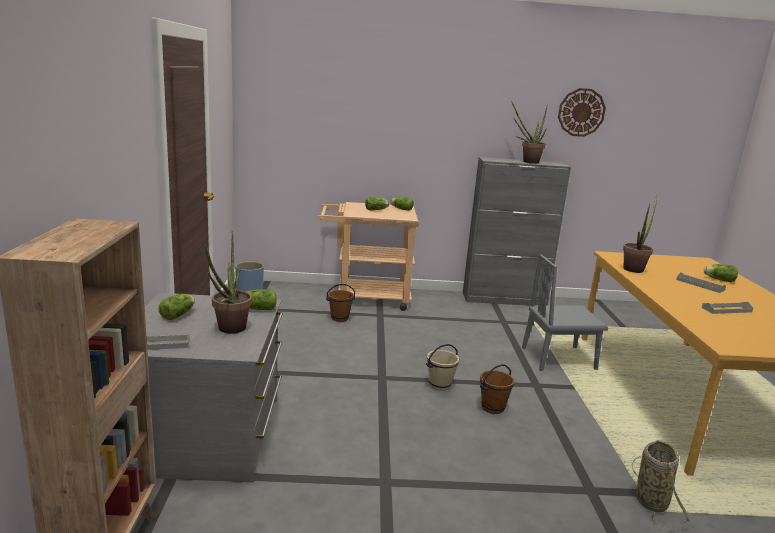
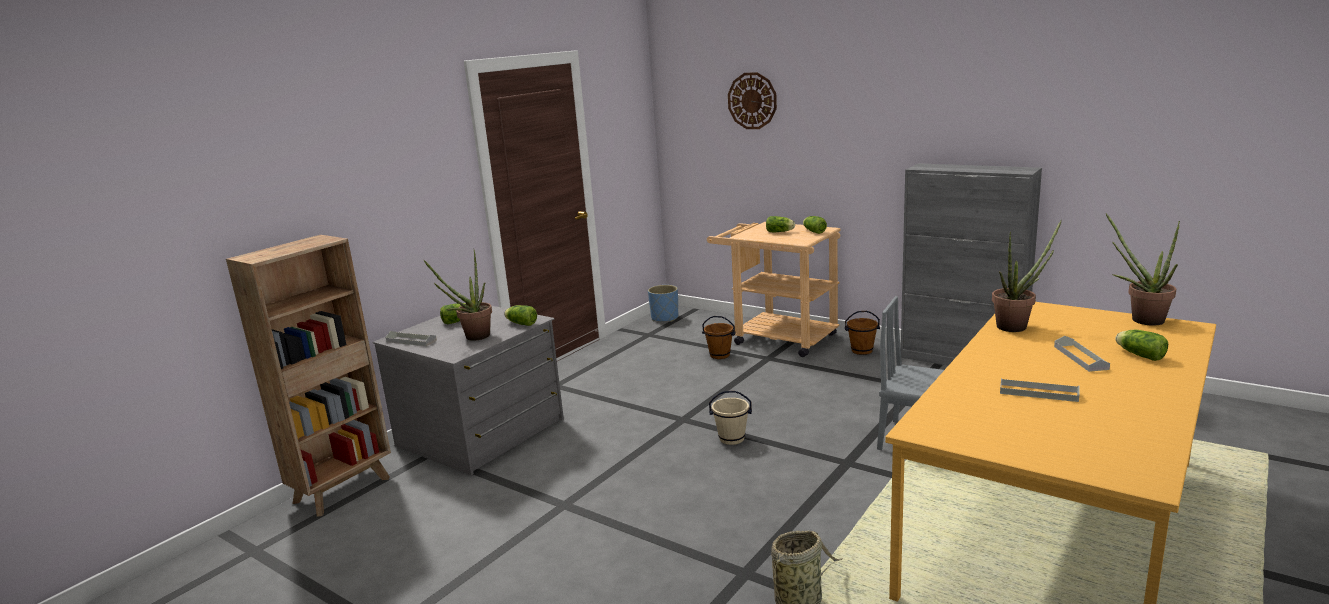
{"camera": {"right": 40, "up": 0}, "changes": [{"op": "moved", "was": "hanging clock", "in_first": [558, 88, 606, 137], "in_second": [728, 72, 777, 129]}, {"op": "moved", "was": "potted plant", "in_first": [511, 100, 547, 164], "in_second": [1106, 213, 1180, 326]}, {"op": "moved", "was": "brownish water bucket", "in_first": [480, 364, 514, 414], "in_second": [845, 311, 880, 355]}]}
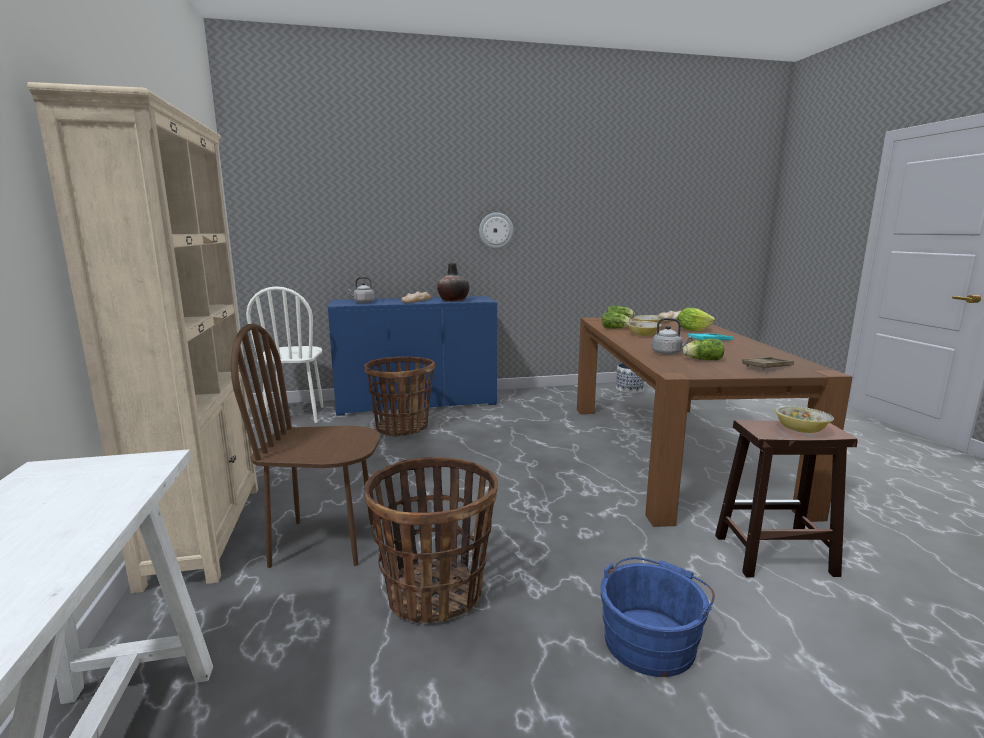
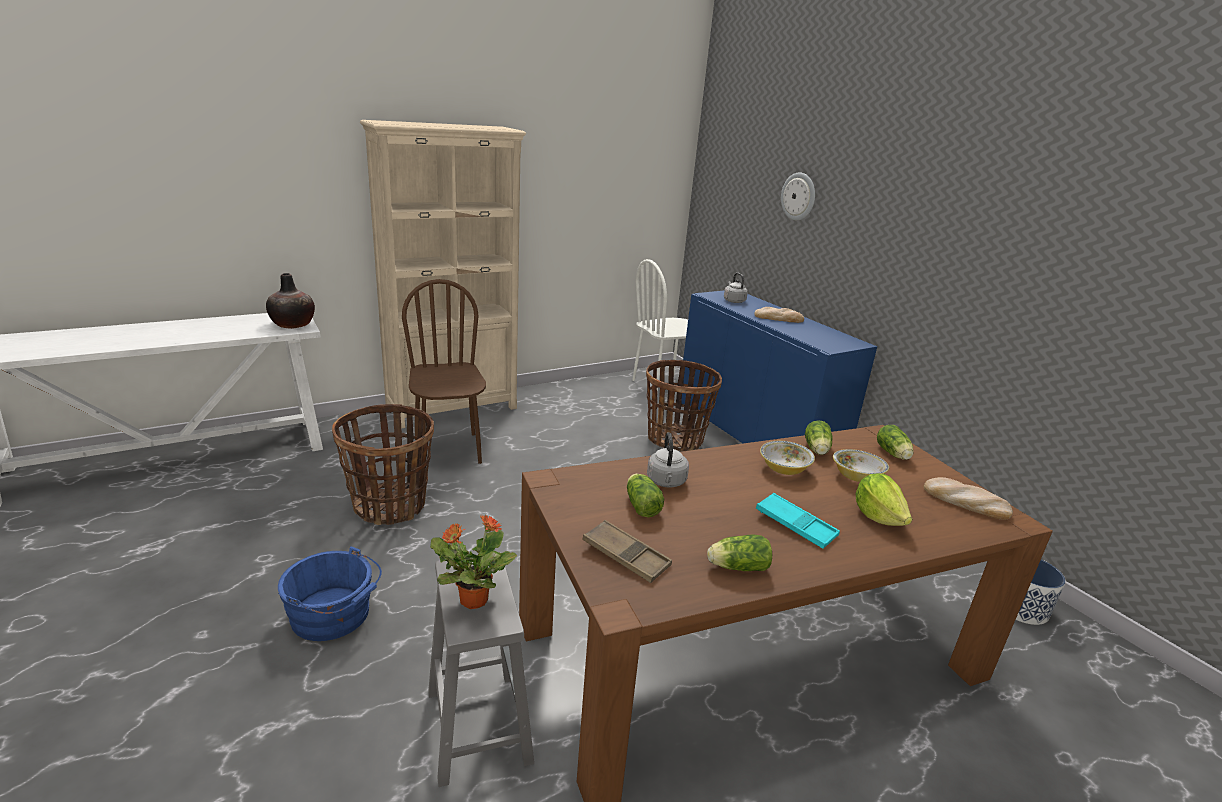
{"camera": {"right": 70, "up": 10}, "changes": [{"op": "moved", "was": "hanging clock", "in_first": [479, 212, 513, 249], "in_second": [781, 172, 815, 221]}, {"op": "moved", "was": "vase", "in_first": [437, 263, 469, 301], "in_second": [266, 273, 315, 329]}, {"op": "replaced", "was": "deep dish", "now": "potted plant", "in_first": [774, 406, 834, 433], "in_second": [430, 515, 517, 609]}, {"op": "recoloured", "was": "brownish sitting stool", "now": "grey sitting stool", "in_first": [715, 420, 858, 577], "in_second": [428, 552, 534, 787]}, {"op": "added", "now": "lettuce head", "in_second": [707, 534, 772, 571]}]}
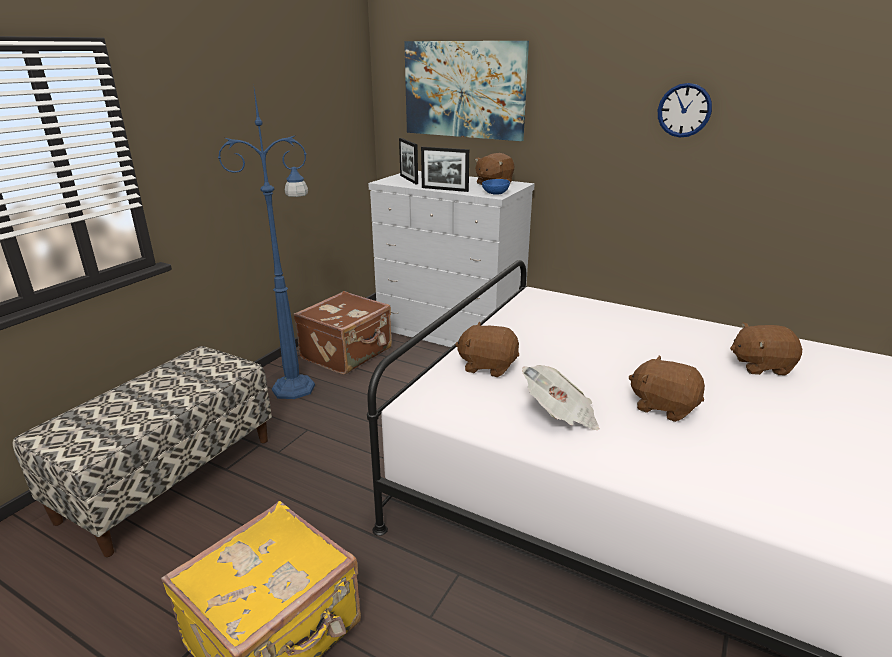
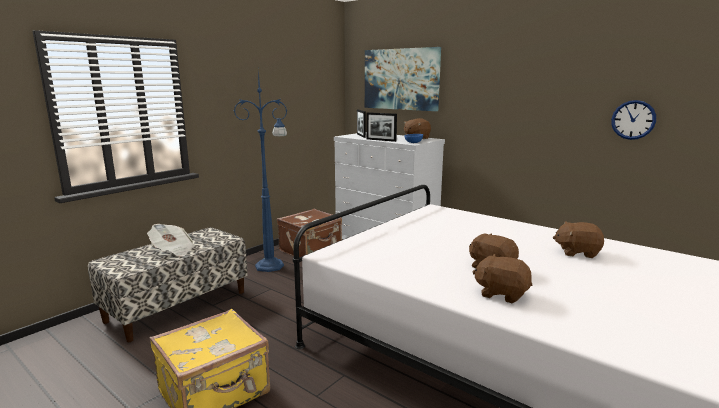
{"camera": {"right": 10, "up": -10}, "changes": [{"op": "moved", "was": "hanging clock", "in_first": [658, 83, 712, 138], "in_second": [611, 100, 656, 140]}, {"op": "moved", "was": "brownish plush toy", "in_first": [455, 322, 519, 377], "in_second": [473, 254, 532, 303]}, {"op": "moved", "was": "newspaper", "in_first": [522, 365, 599, 430], "in_second": [147, 224, 195, 257]}]}
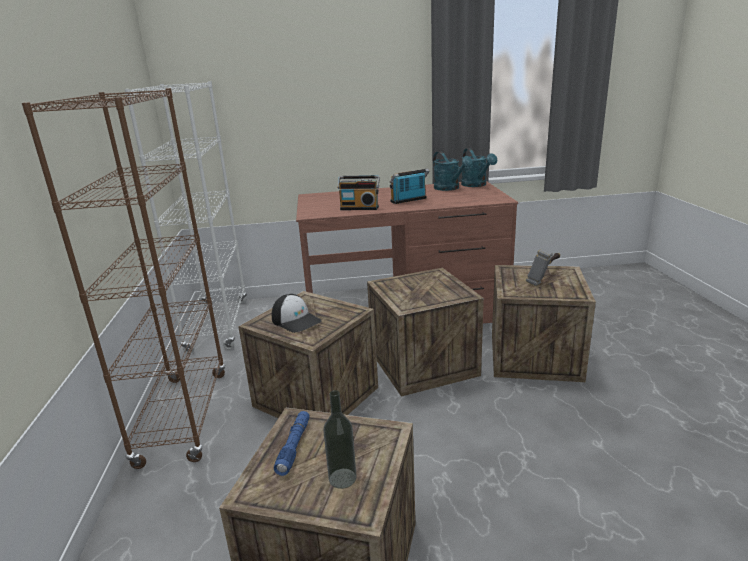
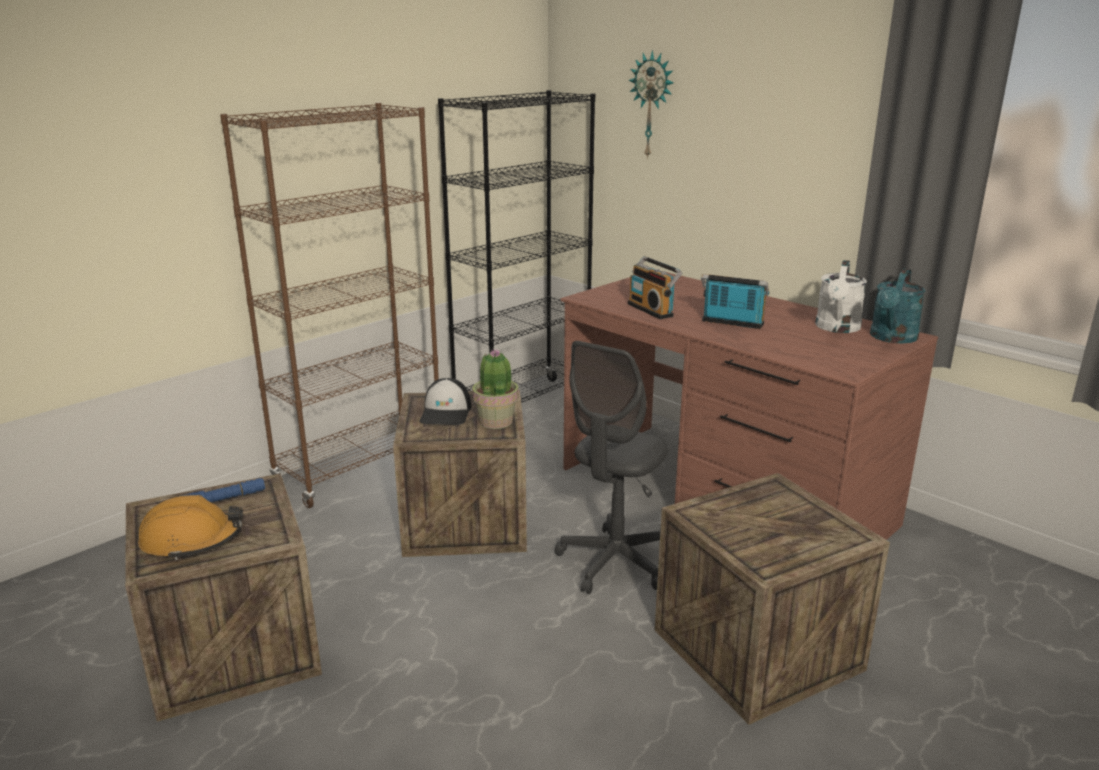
{"camera": {"right": 50, "up": 0}, "changes": [{"op": "recoloured", "was": "white-coloured shelving unit", "now": "black-coloured shelving unit", "in_first": [125, 81, 247, 353], "in_second": [438, 90, 595, 403]}, {"op": "recoloured", "was": "blue-green watering pot", "now": "white-coloured watering pot", "in_first": [433, 151, 473, 191], "in_second": [815, 260, 867, 333]}, {"op": "removed", "was": "tool hammer", "in_first": [526, 249, 560, 286]}, {"op": "replaced", "was": "packing crate", "now": "grey office chair", "in_first": [367, 268, 484, 397], "in_second": [555, 341, 668, 594]}, {"op": "replaced", "was": "drink bottle", "now": "orange-coloured hard hat", "in_first": [323, 390, 357, 489], "in_second": [138, 495, 243, 560]}, {"op": "added", "now": "hanging clock", "in_second": [628, 50, 674, 159]}, {"op": "added", "now": "potted plant", "in_second": [472, 349, 519, 429]}]}
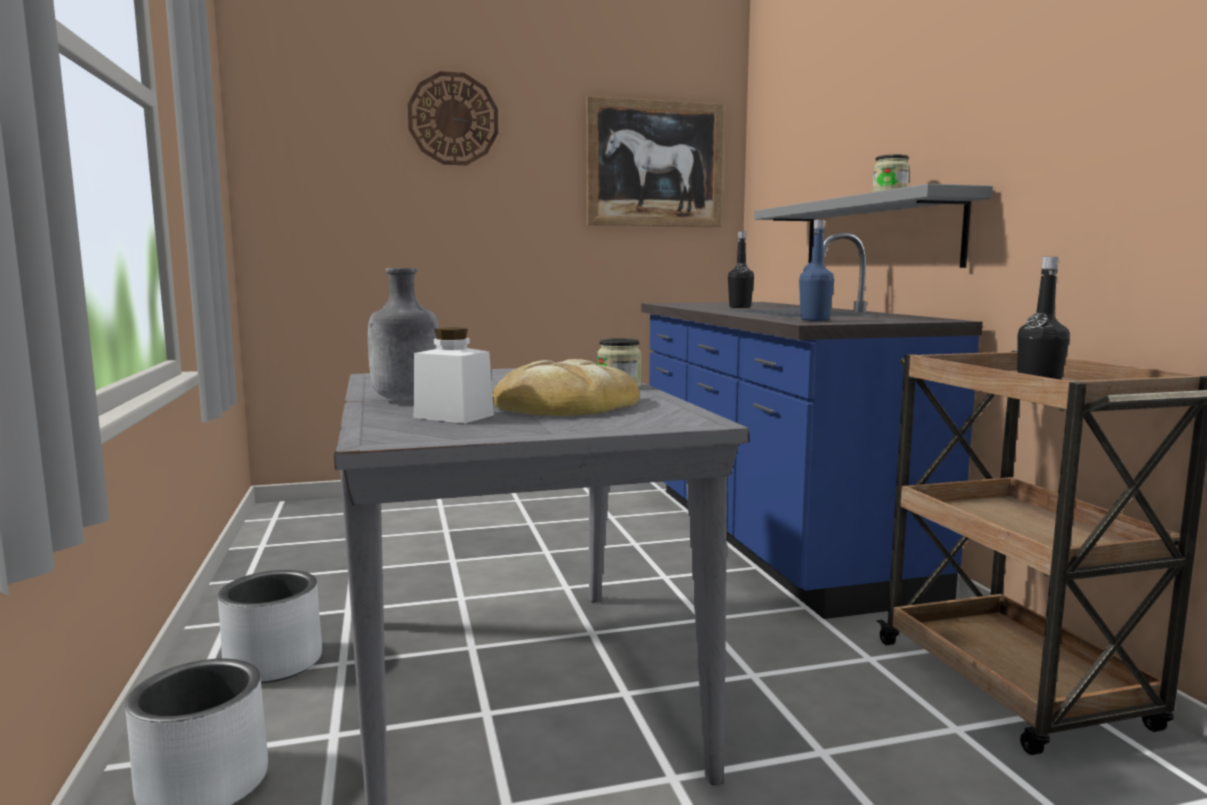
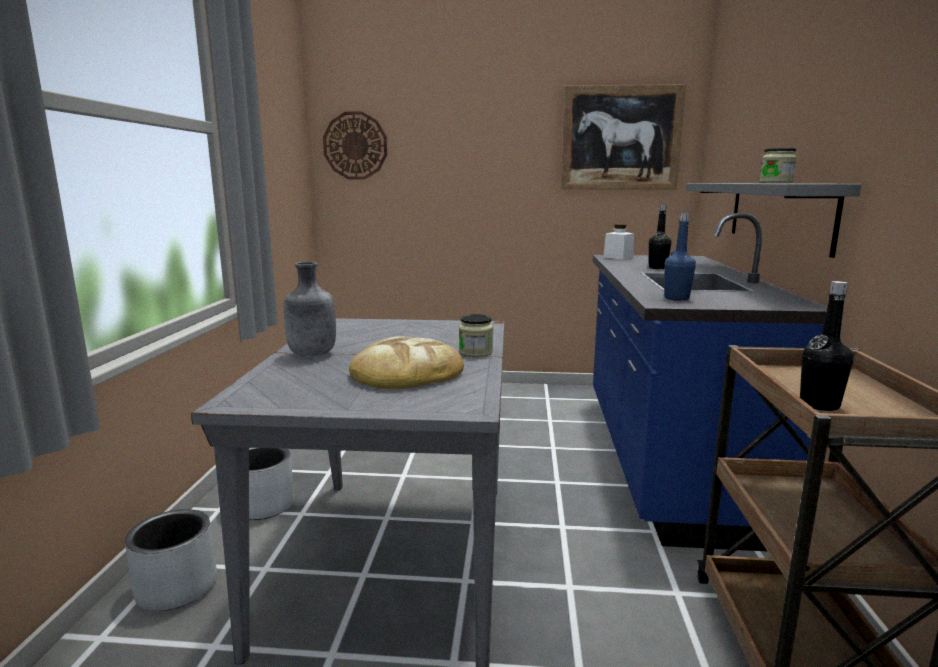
{"camera": {"right": 20, "up": 5}, "changes": [{"op": "moved", "was": "hanging clock", "in_first": [408, 71, 498, 165], "in_second": [323, 111, 387, 179]}, {"op": "moved", "was": "white-coloured storage jar", "in_first": [413, 328, 494, 424], "in_second": [603, 224, 634, 260]}]}
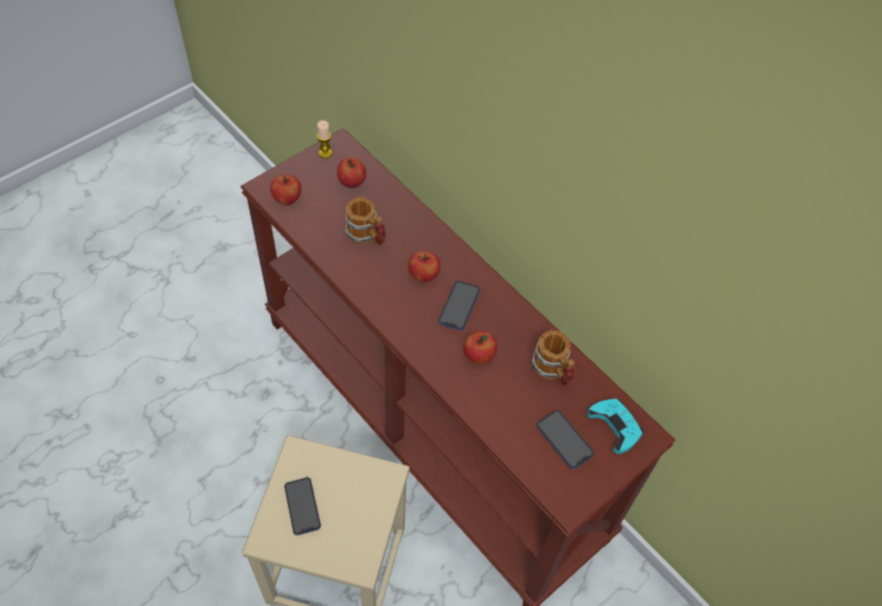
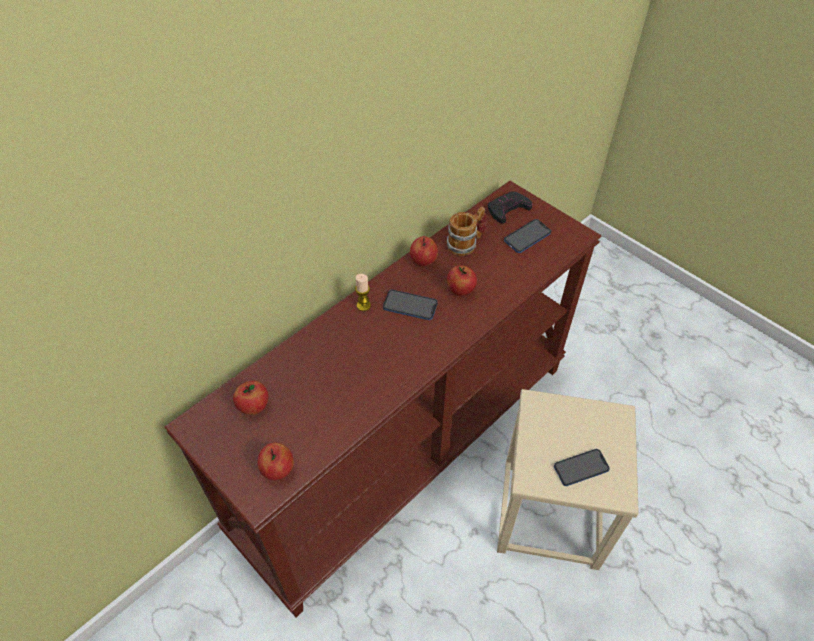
{"camera": {"right": -90, "up": -5}, "changes": [{"op": "moved", "was": "candle", "in_first": [317, 120, 332, 158], "in_second": [355, 274, 371, 311]}, {"op": "removed", "was": "mug", "in_first": [345, 197, 386, 246]}, {"op": "moved", "was": "whole apple", "in_first": [408, 251, 441, 283], "in_second": [410, 236, 438, 266]}, {"op": "recoloured", "was": "blue-green gamepad", "now": "black-coloured gamepad", "in_first": [587, 399, 644, 454], "in_second": [488, 191, 533, 223]}]}
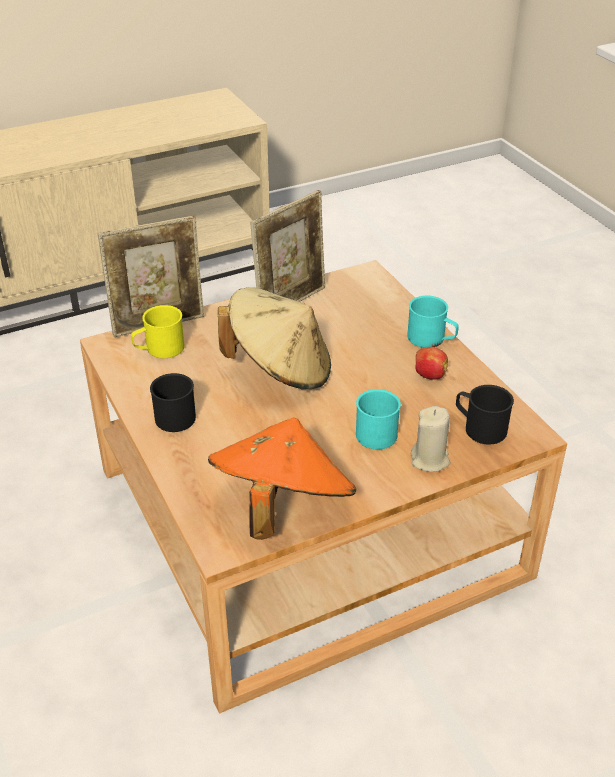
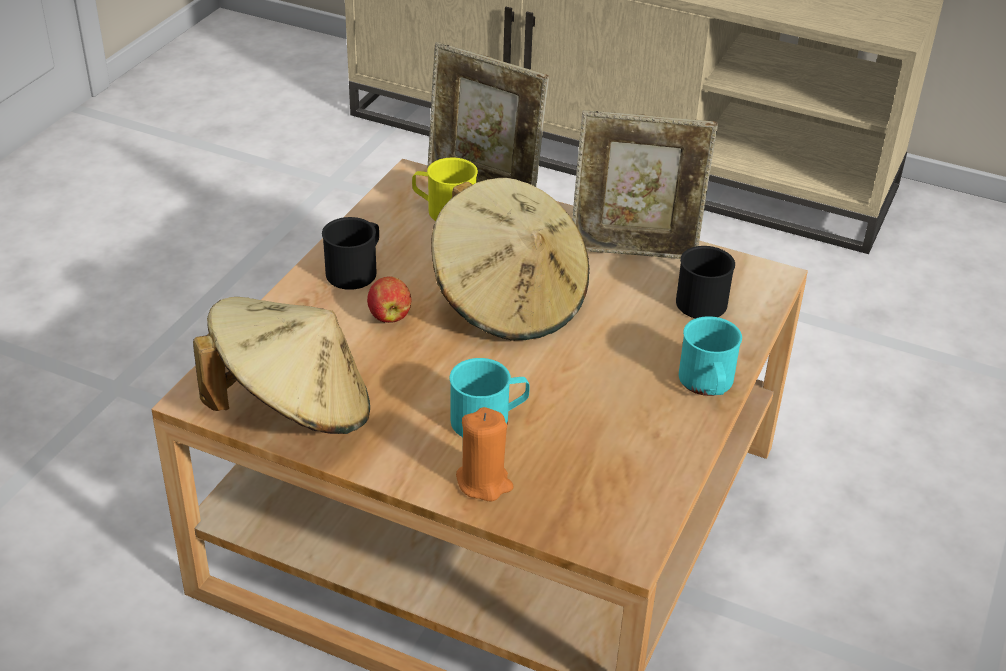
{"camera": {"right": 50, "up": 0}, "changes": [{"op": "moved", "was": "whole apple", "in_first": [415, 347, 448, 380], "in_second": [367, 276, 411, 323]}, {"op": "moved", "was": "black-coloured mug", "in_first": [456, 385, 514, 444], "in_second": [676, 246, 735, 319]}, {"op": "recoloured", "was": "beige candle", "now": "orange-coloured candle", "in_first": [411, 406, 450, 472], "in_second": [456, 407, 513, 502]}, {"op": "recoloured", "was": "orange-coloured clothing hat", "now": "beige clothing hat", "in_first": [208, 417, 356, 540], "in_second": [193, 297, 370, 434]}]}
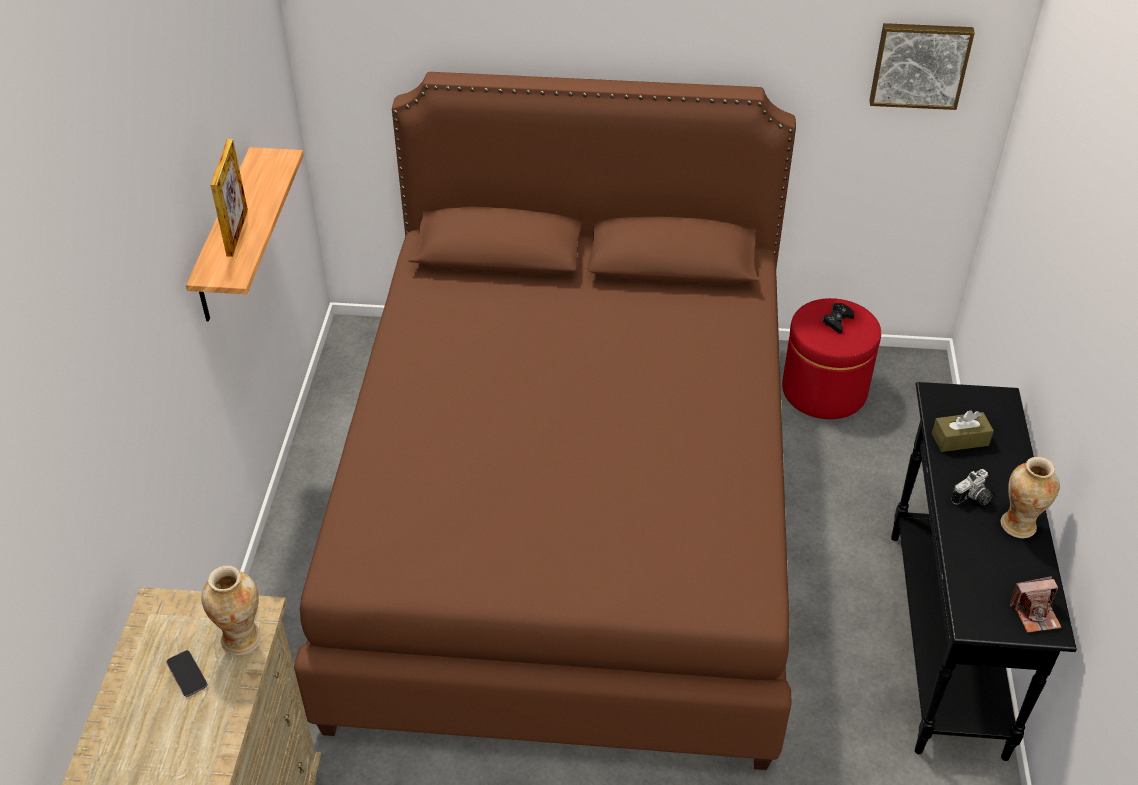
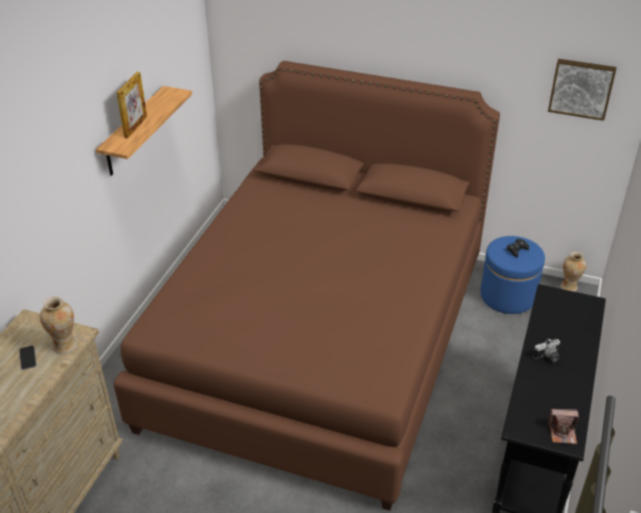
{"camera": {"right": 15, "up": -5}, "changes": [{"op": "recoloured", "was": "red-coloured footrest", "now": "blue footrest", "in_first": [782, 298, 881, 419], "in_second": [480, 236, 545, 314]}, {"op": "removed", "was": "brownish box of tissues", "in_first": [932, 410, 994, 452]}, {"op": "moved", "was": "vase", "in_first": [1001, 457, 1060, 538], "in_second": [561, 252, 586, 292]}]}
